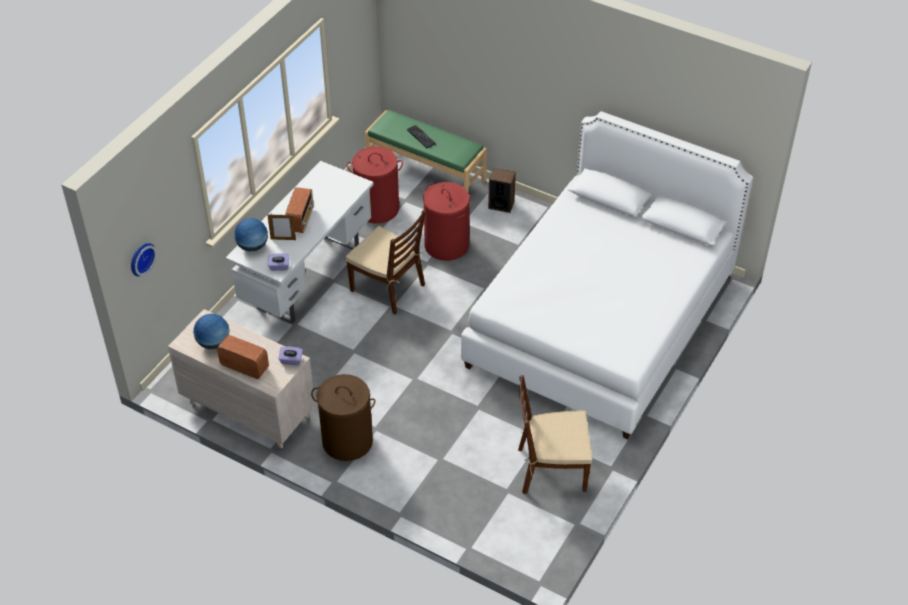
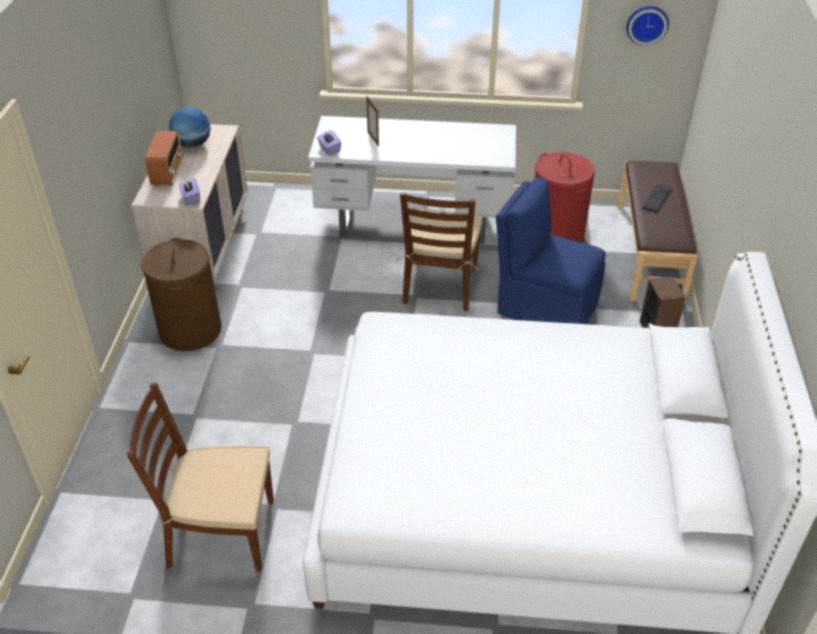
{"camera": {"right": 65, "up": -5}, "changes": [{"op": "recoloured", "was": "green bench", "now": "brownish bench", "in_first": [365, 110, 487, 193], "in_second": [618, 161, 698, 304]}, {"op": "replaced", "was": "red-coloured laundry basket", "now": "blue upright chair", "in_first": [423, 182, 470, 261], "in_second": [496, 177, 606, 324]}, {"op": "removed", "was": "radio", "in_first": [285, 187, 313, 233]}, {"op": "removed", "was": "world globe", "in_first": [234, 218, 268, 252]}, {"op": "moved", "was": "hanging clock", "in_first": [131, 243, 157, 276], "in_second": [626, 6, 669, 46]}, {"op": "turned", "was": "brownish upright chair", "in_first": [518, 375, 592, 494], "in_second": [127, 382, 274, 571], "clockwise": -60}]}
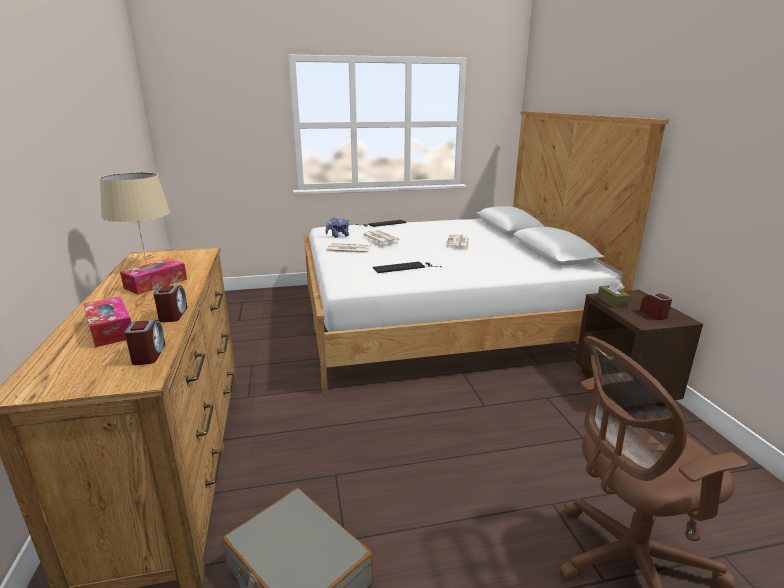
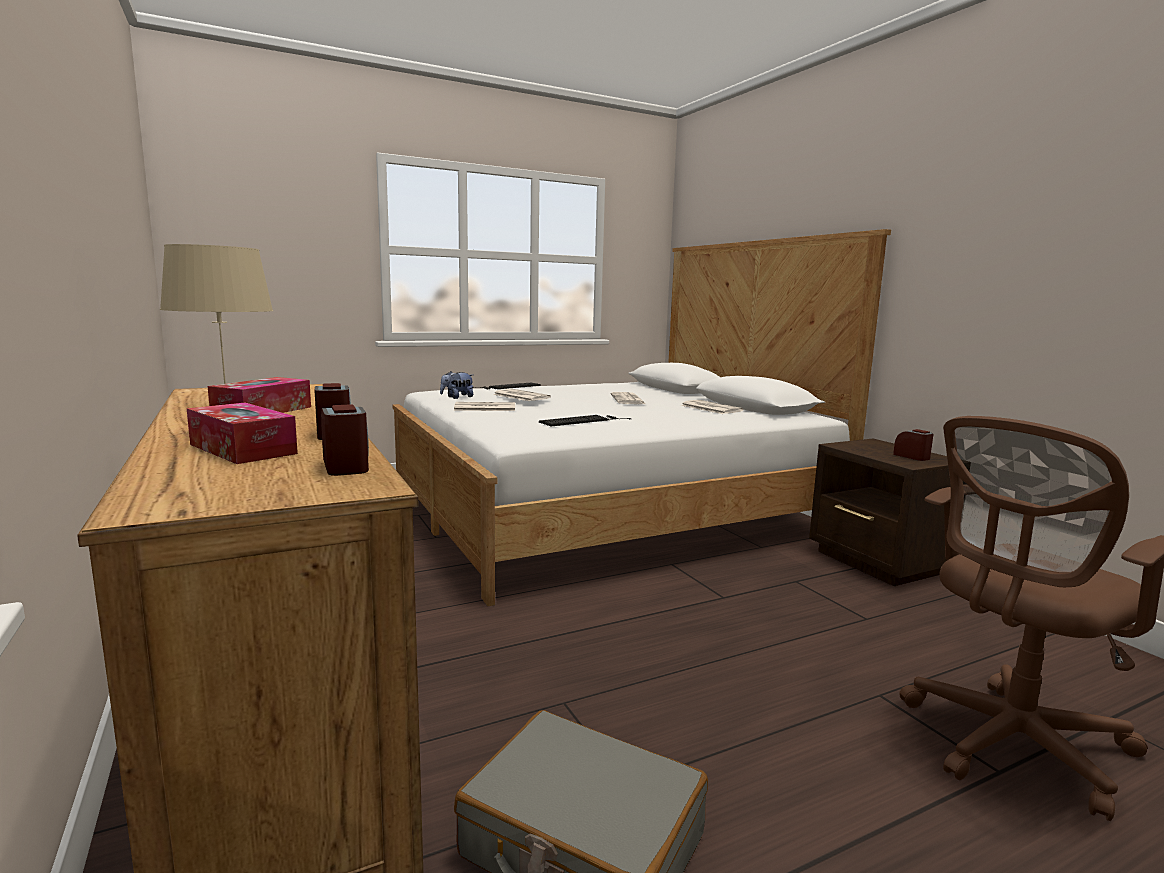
{"camera": {"right": -15, "up": -10}, "changes": [{"op": "removed", "was": "brownish box of tissues", "in_first": [598, 279, 630, 308]}, {"op": "added", "now": "newspaper", "in_second": [681, 400, 744, 414]}]}
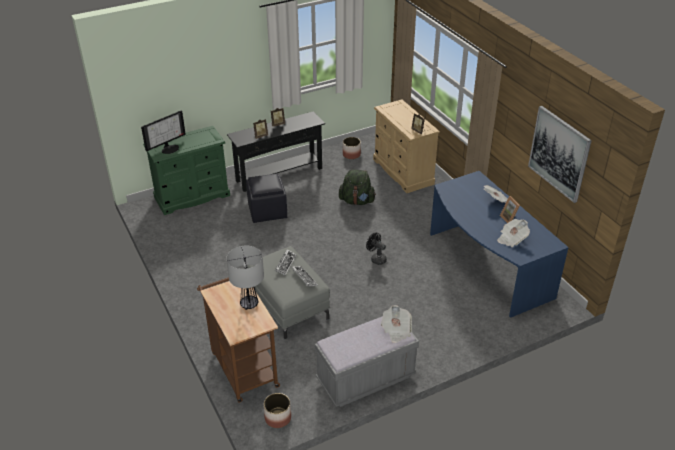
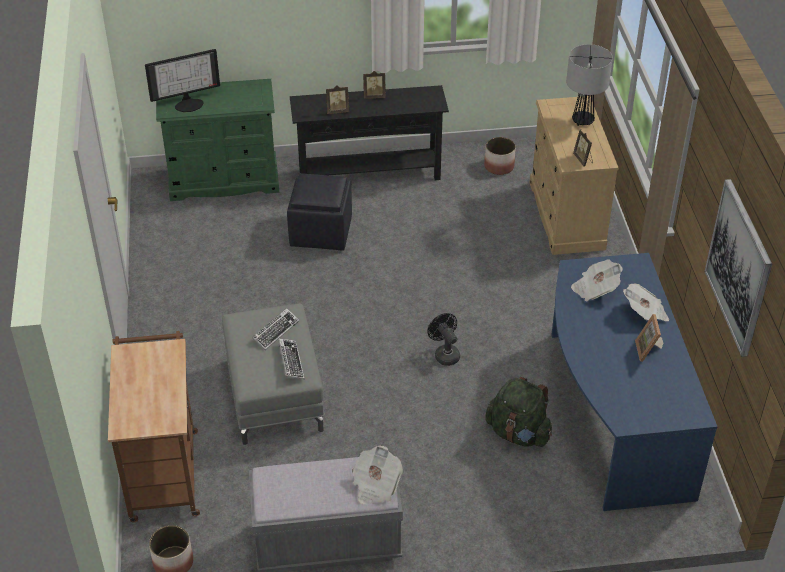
{"camera": {"right": 20, "up": 5}, "changes": [{"op": "moved", "was": "green backpack", "in_first": [339, 169, 376, 205], "in_second": [485, 377, 552, 447]}, {"op": "moved", "was": "newspaper", "in_first": [497, 219, 530, 247], "in_second": [571, 260, 623, 302]}, {"op": "moved", "was": "table lamp", "in_first": [226, 246, 264, 310], "in_second": [566, 44, 613, 126]}]}
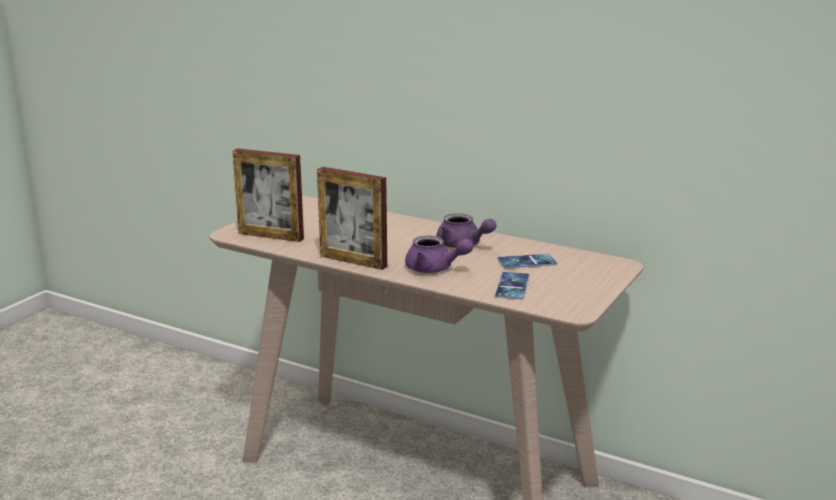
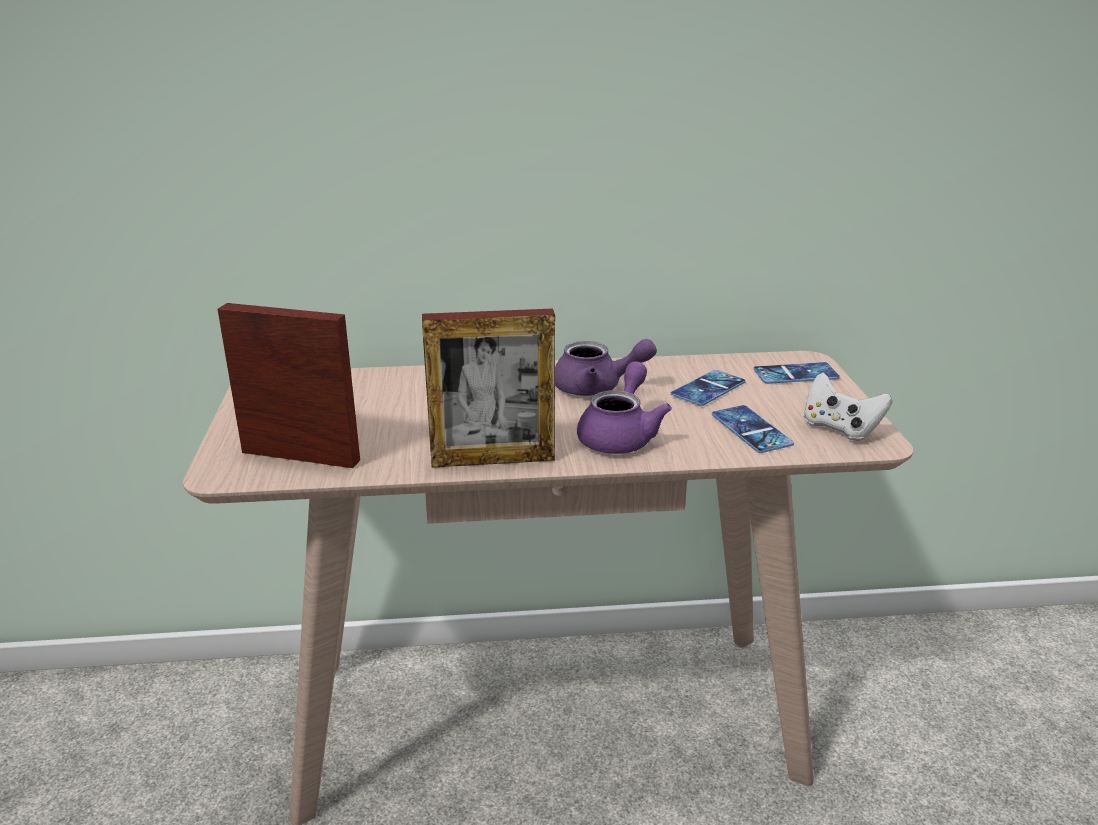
{"camera": {"right": -35, "up": 5}, "changes": [{"op": "turned", "was": "standing frame", "in_first": [233, 148, 304, 242], "in_second": [217, 303, 360, 468], "clockwise": -150}, {"op": "turned", "was": "purple pot for tea", "in_first": [405, 236, 473, 273], "in_second": [577, 361, 672, 454], "clockwise": -60}, {"op": "added", "now": "handset", "in_second": [754, 362, 840, 384]}, {"op": "added", "now": "white-coloured gamepad", "in_second": [803, 373, 892, 441]}]}
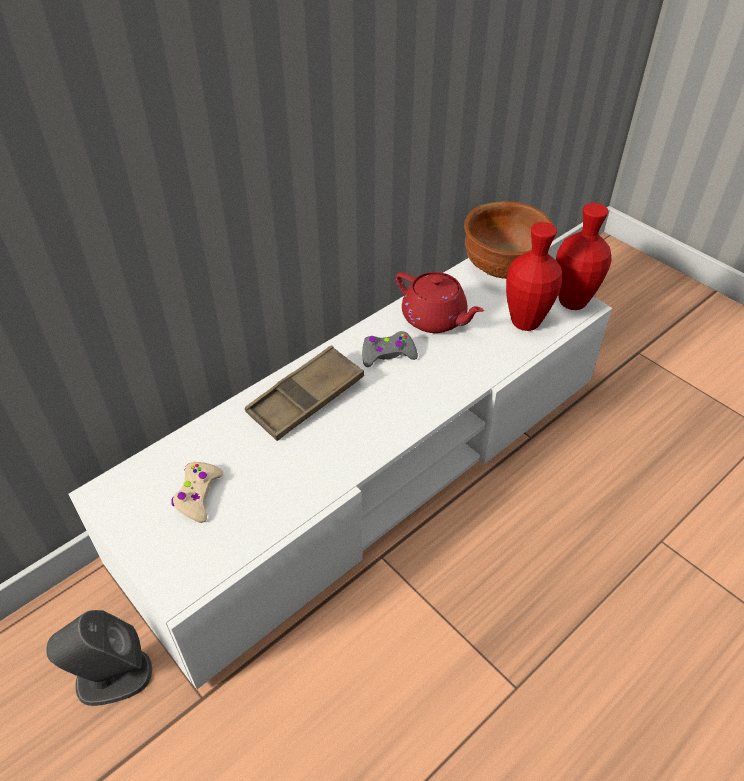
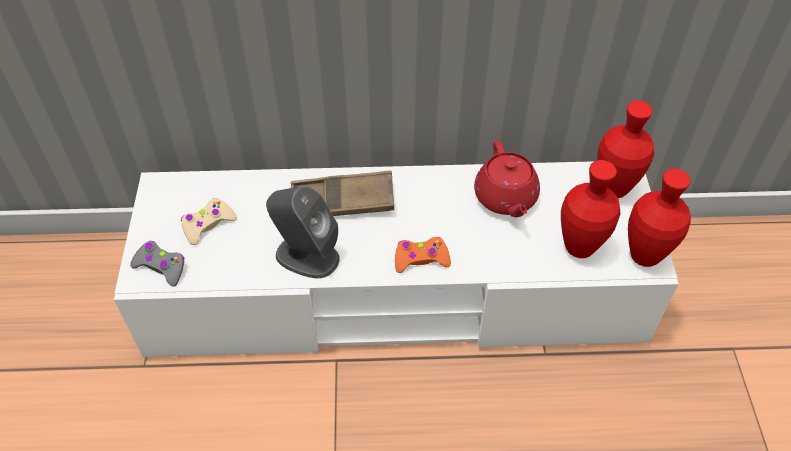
{"camera": {"right": 40, "up": 5}, "changes": [{"op": "replaced", "was": "brownish deep dish", "now": "red-coloured vase", "in_first": [464, 201, 554, 279], "in_second": [597, 101, 654, 198]}, {"op": "moved", "was": "grey gamepad", "in_first": [362, 331, 418, 367], "in_second": [130, 241, 185, 287]}, {"op": "moved", "was": "grey speaker", "in_first": [46, 610, 152, 706], "in_second": [266, 186, 340, 278]}, {"op": "added", "now": "orange-coloured gamepad", "in_second": [395, 237, 451, 273]}]}
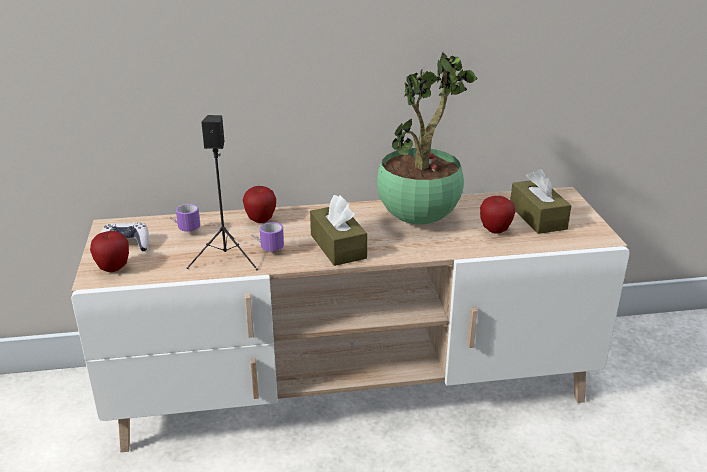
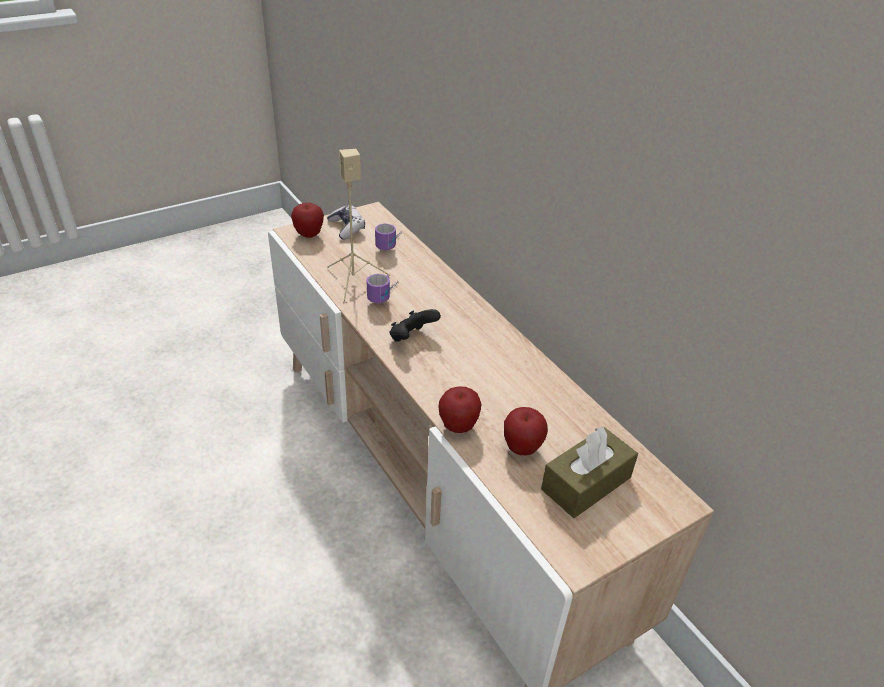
{"camera": {"right": 65, "up": 10}, "changes": [{"op": "removed", "was": "potted plant", "in_first": [377, 52, 477, 225]}, {"op": "recoloured", "was": "black-coloured speaker", "now": "beige speaker", "in_first": [187, 115, 258, 270], "in_second": [327, 149, 390, 303]}, {"op": "moved", "was": "whole apple", "in_first": [243, 186, 276, 223], "in_second": [438, 387, 481, 433]}, {"op": "replaced", "was": "brownish box of tissues", "now": "black-coloured gamepad", "in_first": [310, 195, 367, 266], "in_second": [390, 309, 441, 342]}]}
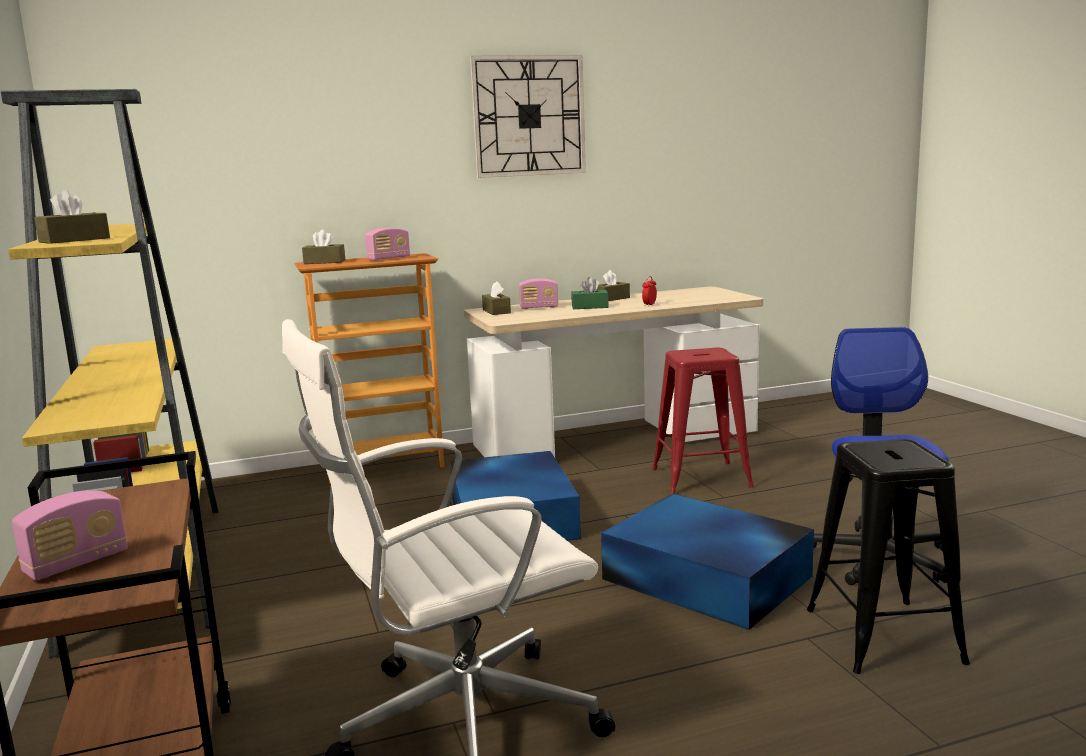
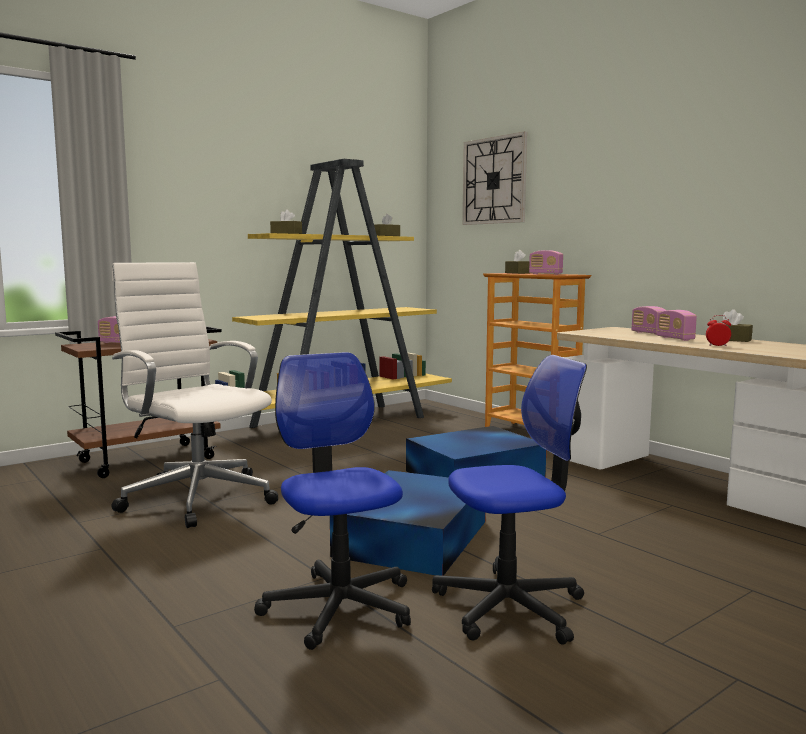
{"camera": {"right": 70, "up": -5}, "changes": [{"op": "moved", "was": "hanging clock", "in_first": [470, 55, 586, 178], "in_second": [463, 131, 527, 225]}, {"op": "replaced", "was": "green box of tissues", "now": "radio", "in_first": [571, 277, 609, 309], "in_second": [657, 310, 697, 341]}, {"op": "moved", "was": "brownish box of tissues", "in_first": [482, 281, 511, 315], "in_second": [374, 214, 400, 236]}, {"op": "removed", "was": "red-coloured sitting stool", "in_first": [652, 348, 754, 494]}, {"op": "replaced", "was": "black-coloured sitting stool", "now": "office chair", "in_first": [807, 439, 970, 674], "in_second": [254, 352, 411, 650]}]}
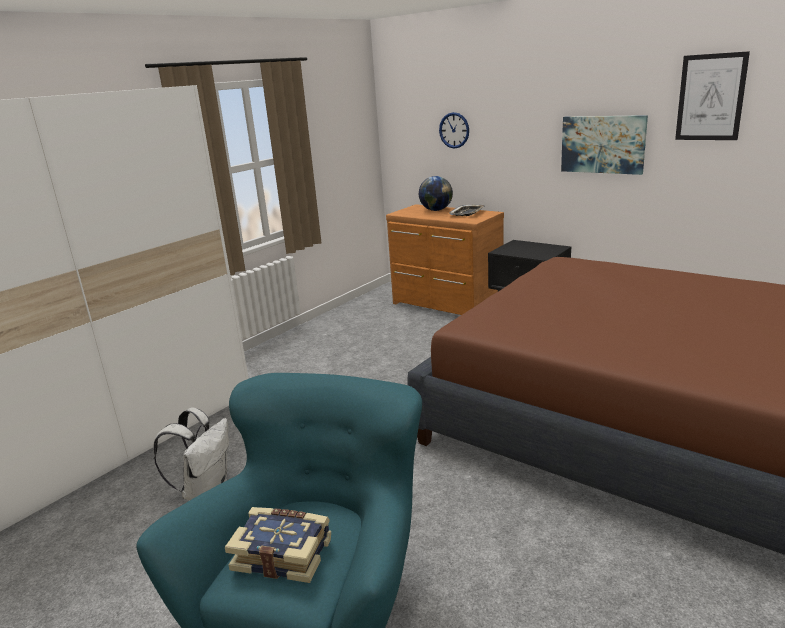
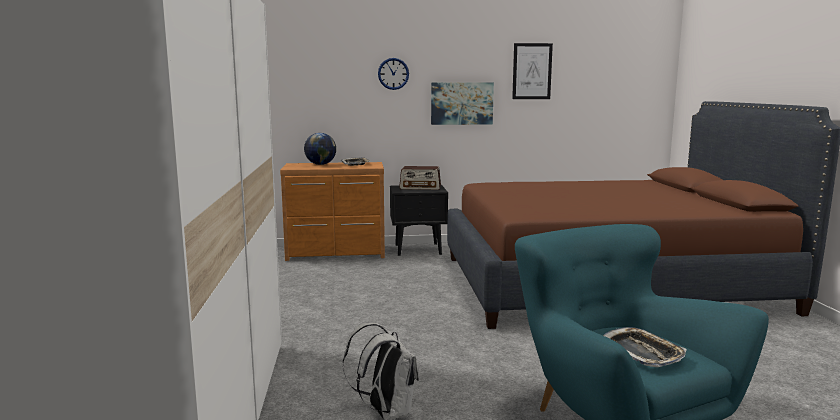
{"camera": {"right": -45, "up": -10}, "changes": [{"op": "moved", "was": "hanging clock", "in_first": [439, 112, 469, 149], "in_second": [378, 58, 409, 90]}, {"op": "replaced", "was": "volume", "now": "serving tray", "in_first": [225, 507, 331, 583], "in_second": [603, 327, 686, 367]}, {"op": "added", "now": "radio", "in_second": [399, 166, 441, 190]}]}
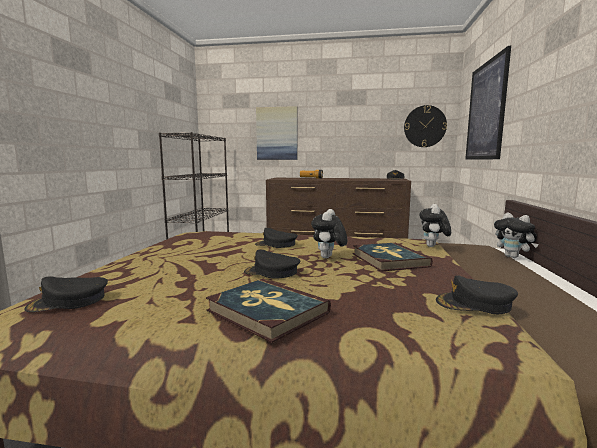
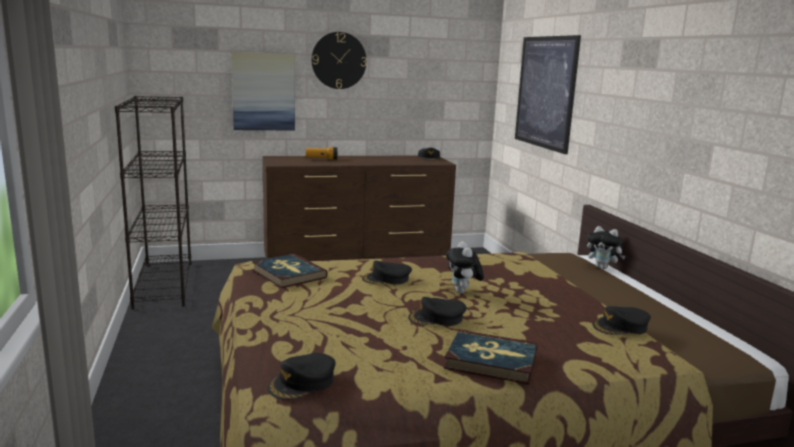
{"camera": {"right": -25, "up": 5}, "changes": [{"op": "moved", "was": "hanging clock", "in_first": [404, 105, 447, 147], "in_second": [311, 32, 367, 89]}, {"op": "removed", "was": "plush toy", "in_first": [419, 204, 451, 247]}, {"op": "moved", "was": "volume", "in_first": [353, 243, 433, 272], "in_second": [252, 253, 328, 288]}]}
